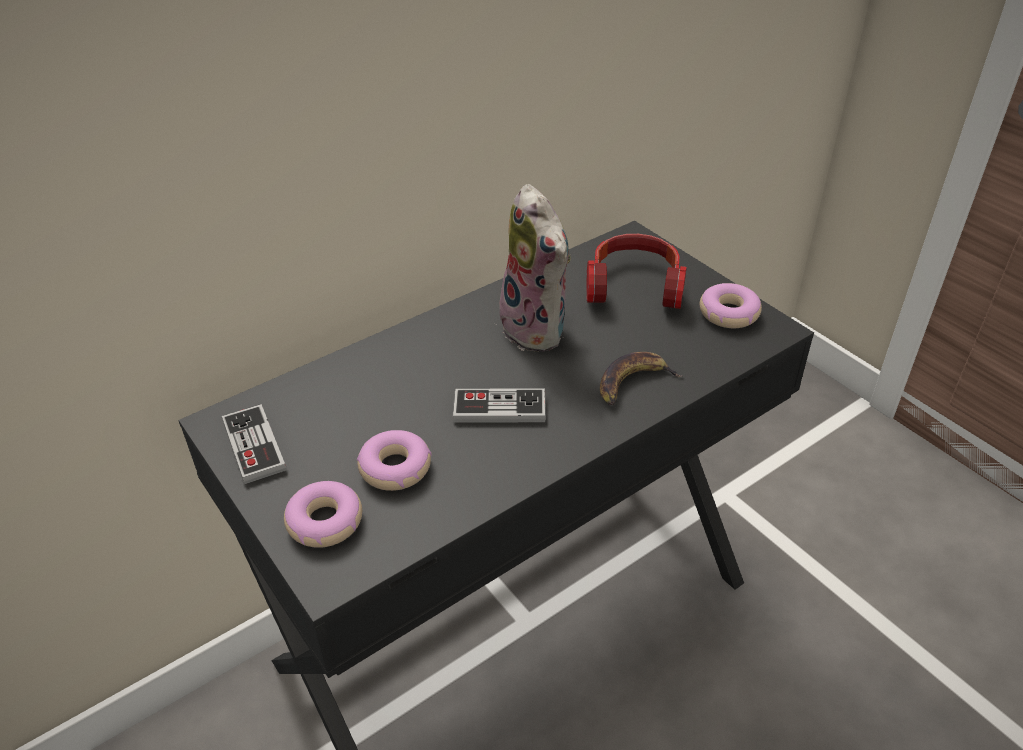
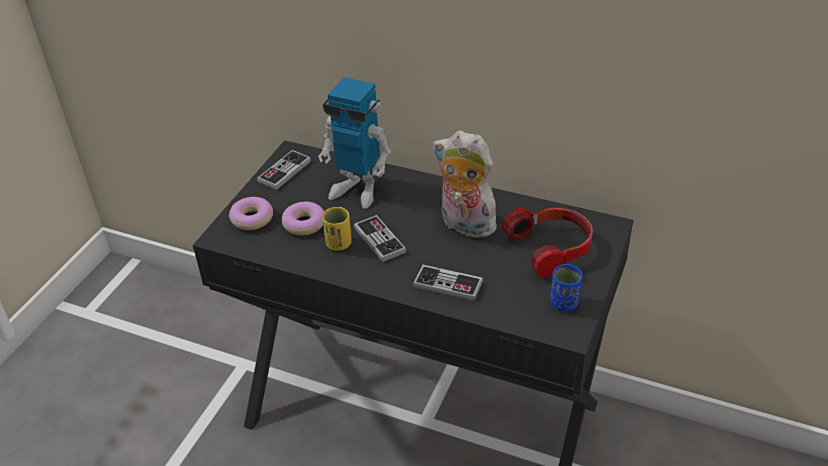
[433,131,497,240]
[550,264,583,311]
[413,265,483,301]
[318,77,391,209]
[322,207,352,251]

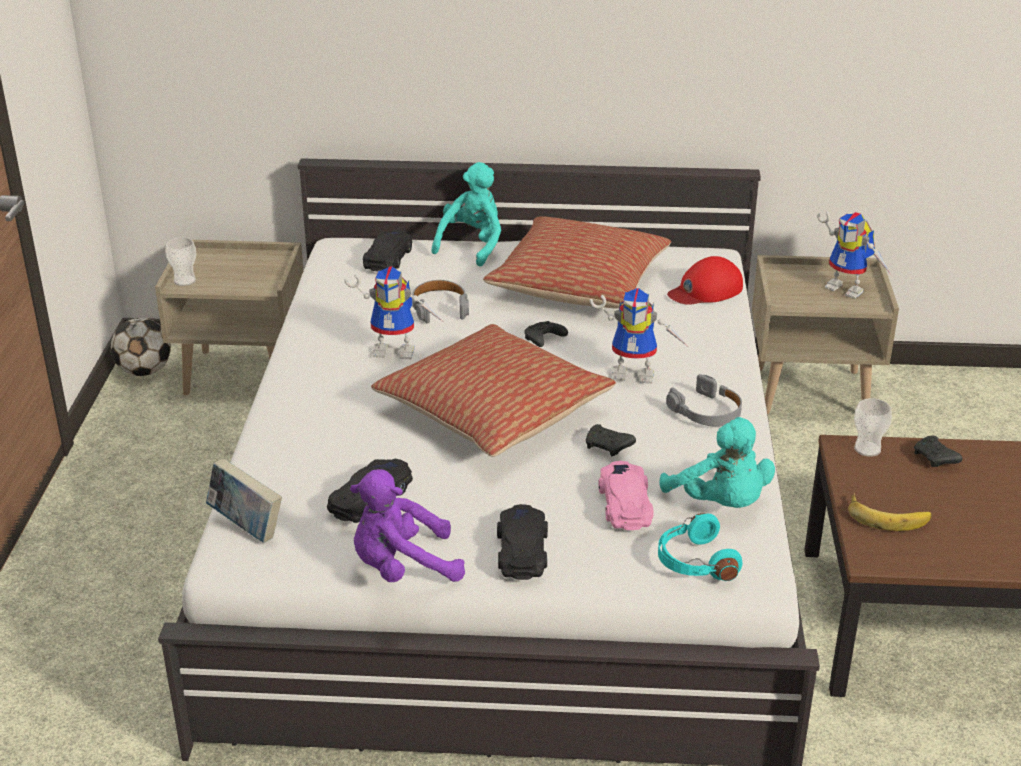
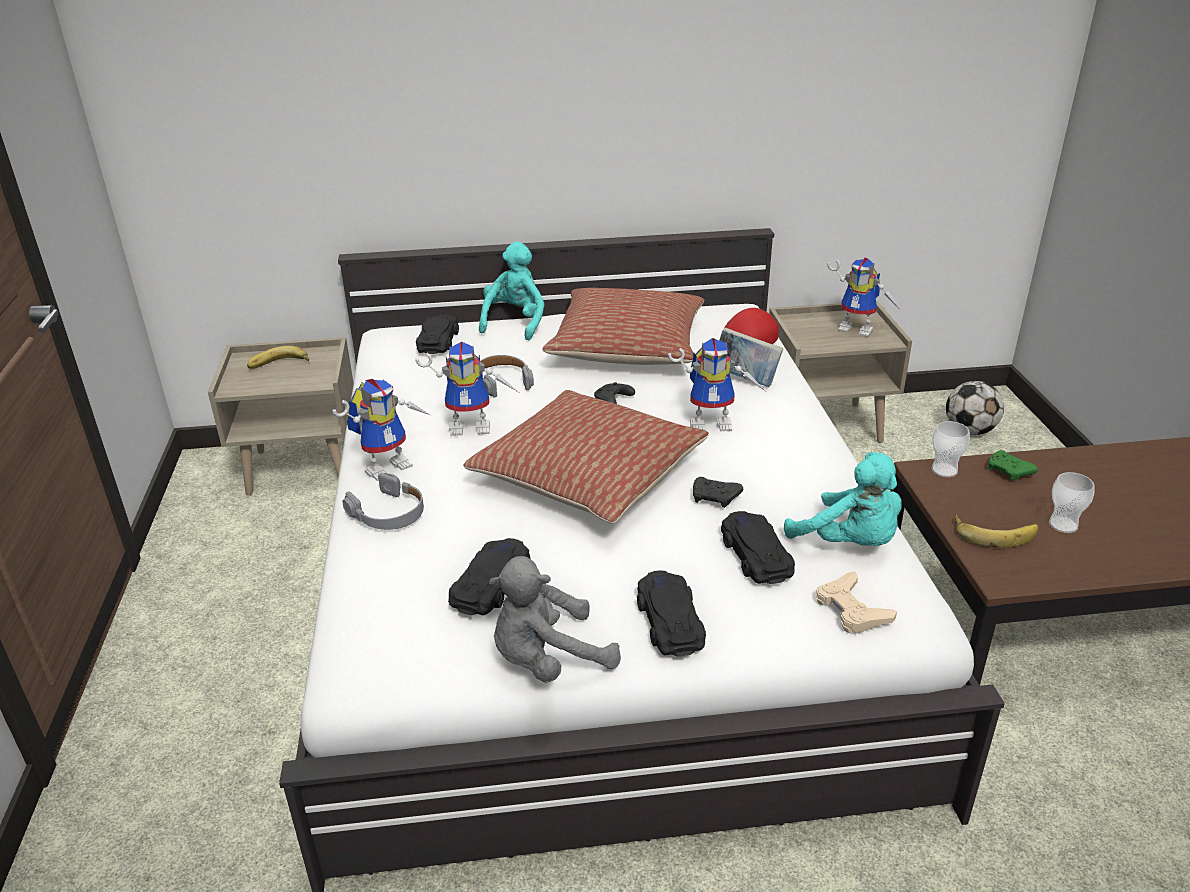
[1049,472,1094,533]
[946,381,1004,435]
[343,473,424,530]
[988,450,1038,480]
[719,328,783,387]
[721,511,795,584]
[489,556,621,683]
[816,571,897,634]
[247,346,309,369]
[332,379,430,481]

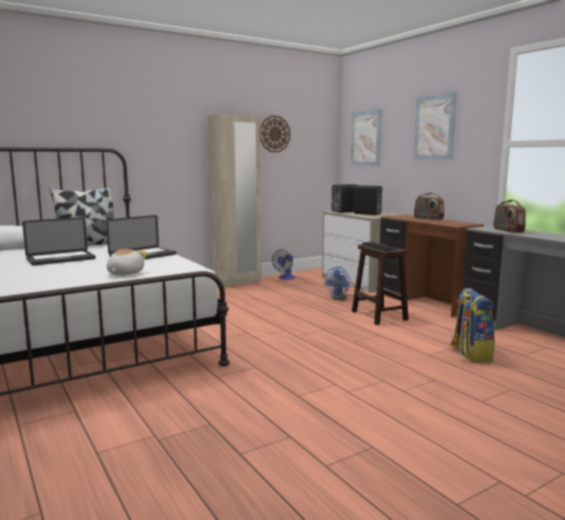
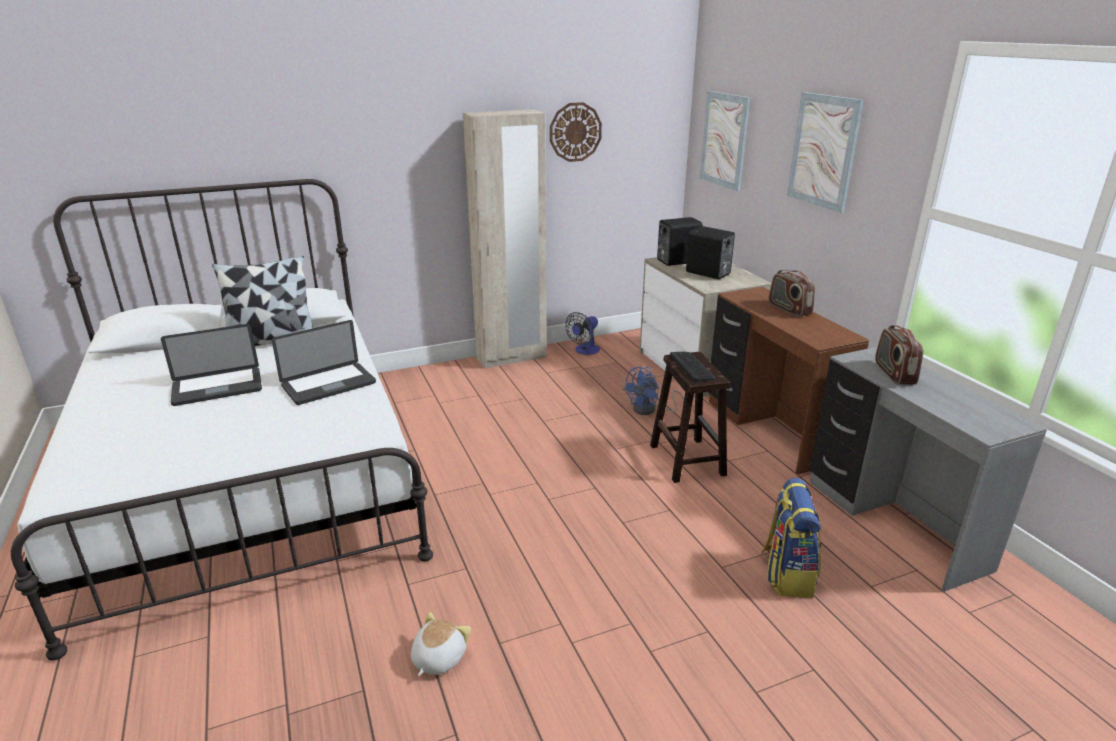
[411,612,471,676]

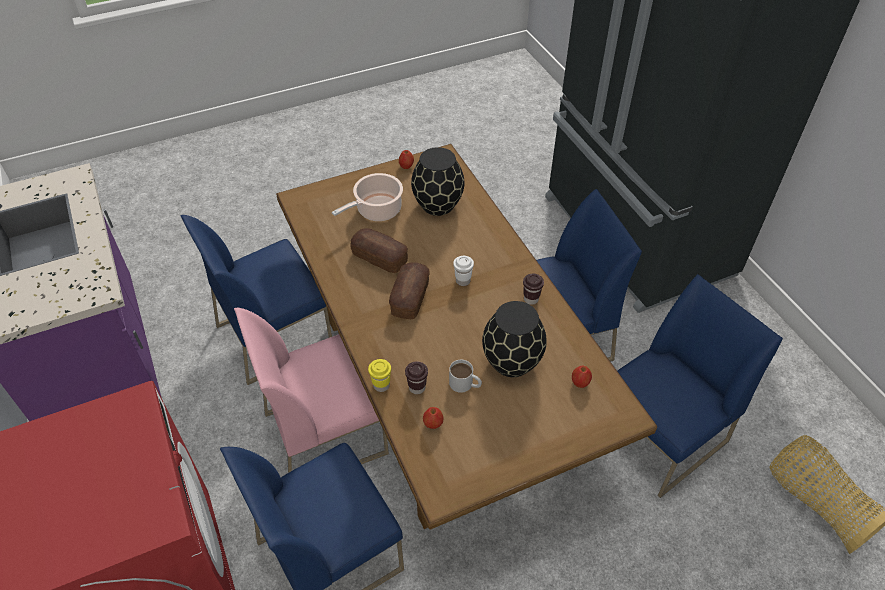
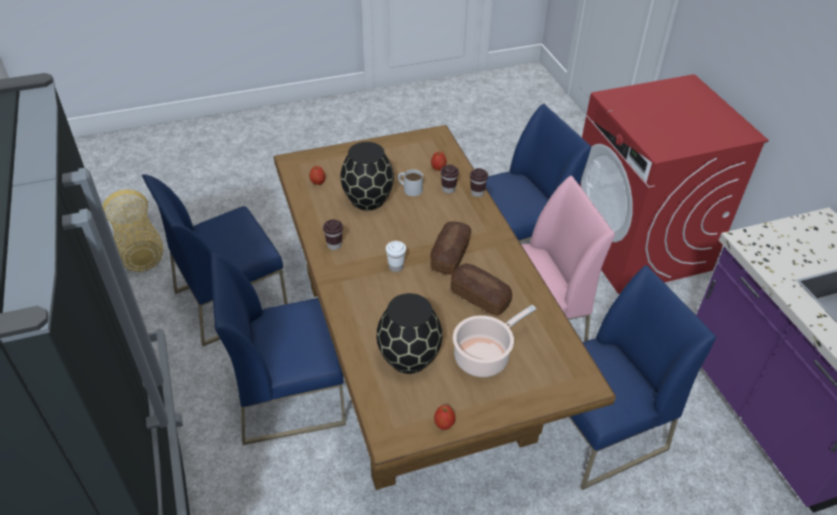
[470,168,488,197]

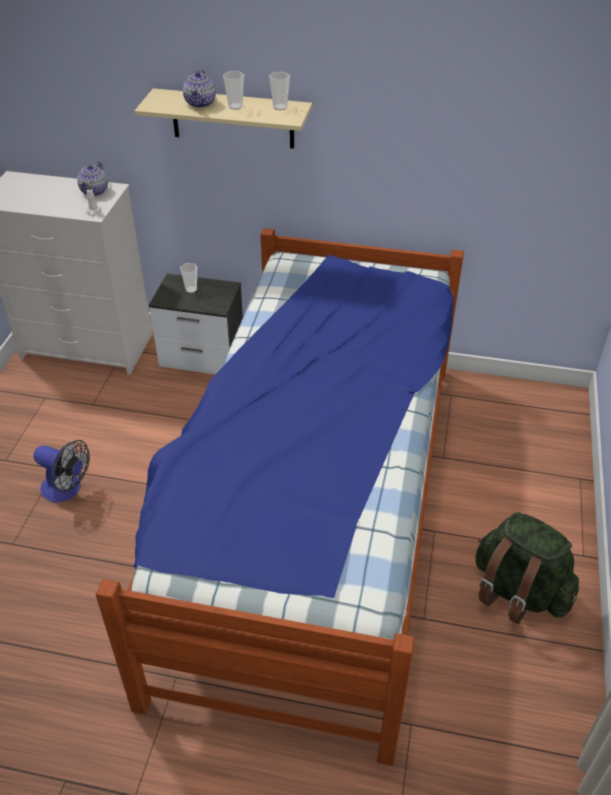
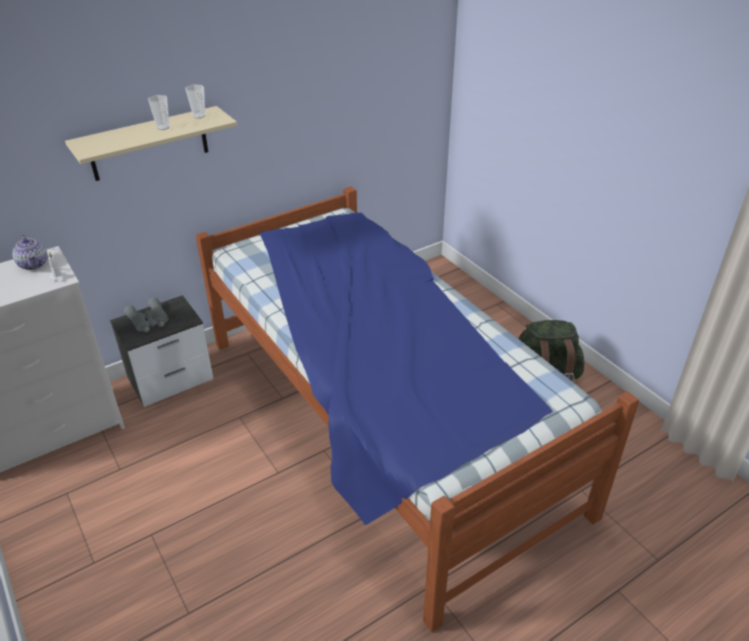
[183,70,216,108] (first image)
[124,297,169,332]
[33,440,90,502] (first image)

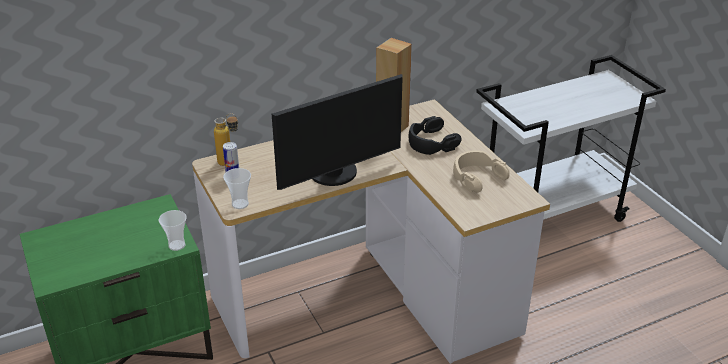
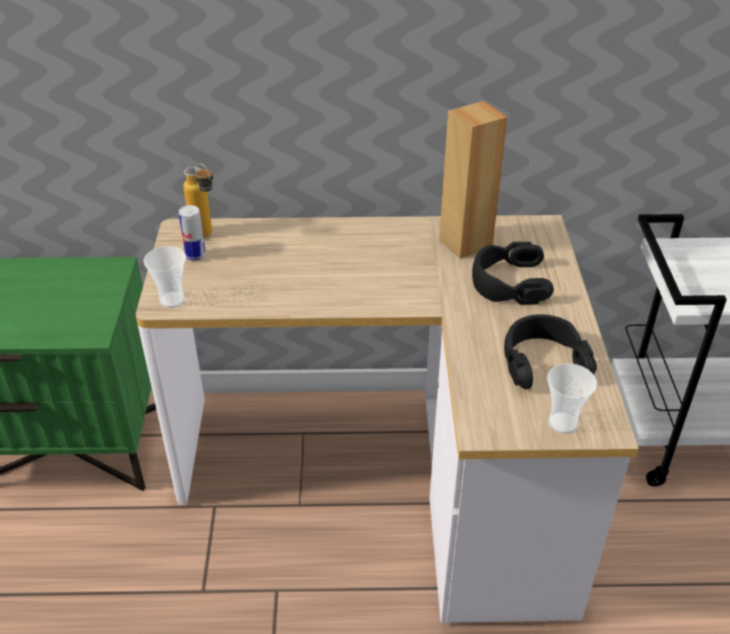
[272,74,403,190] (first image)
[504,314,597,389]
[547,363,597,434]

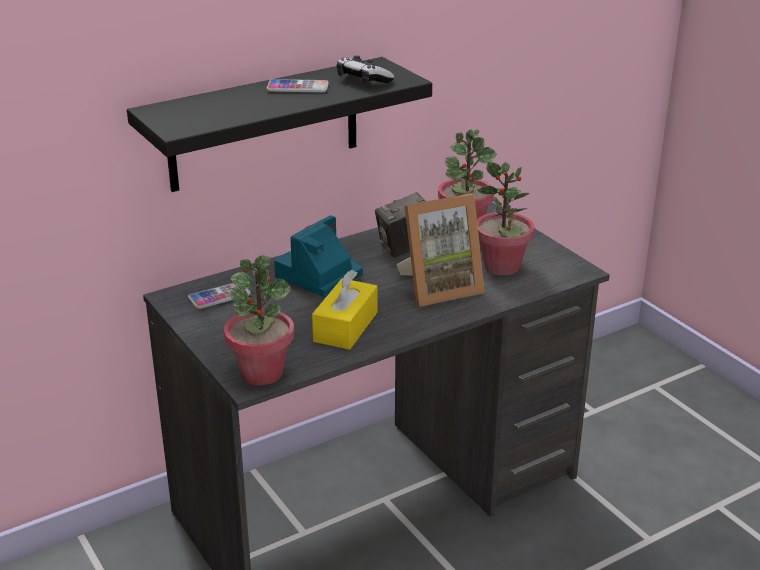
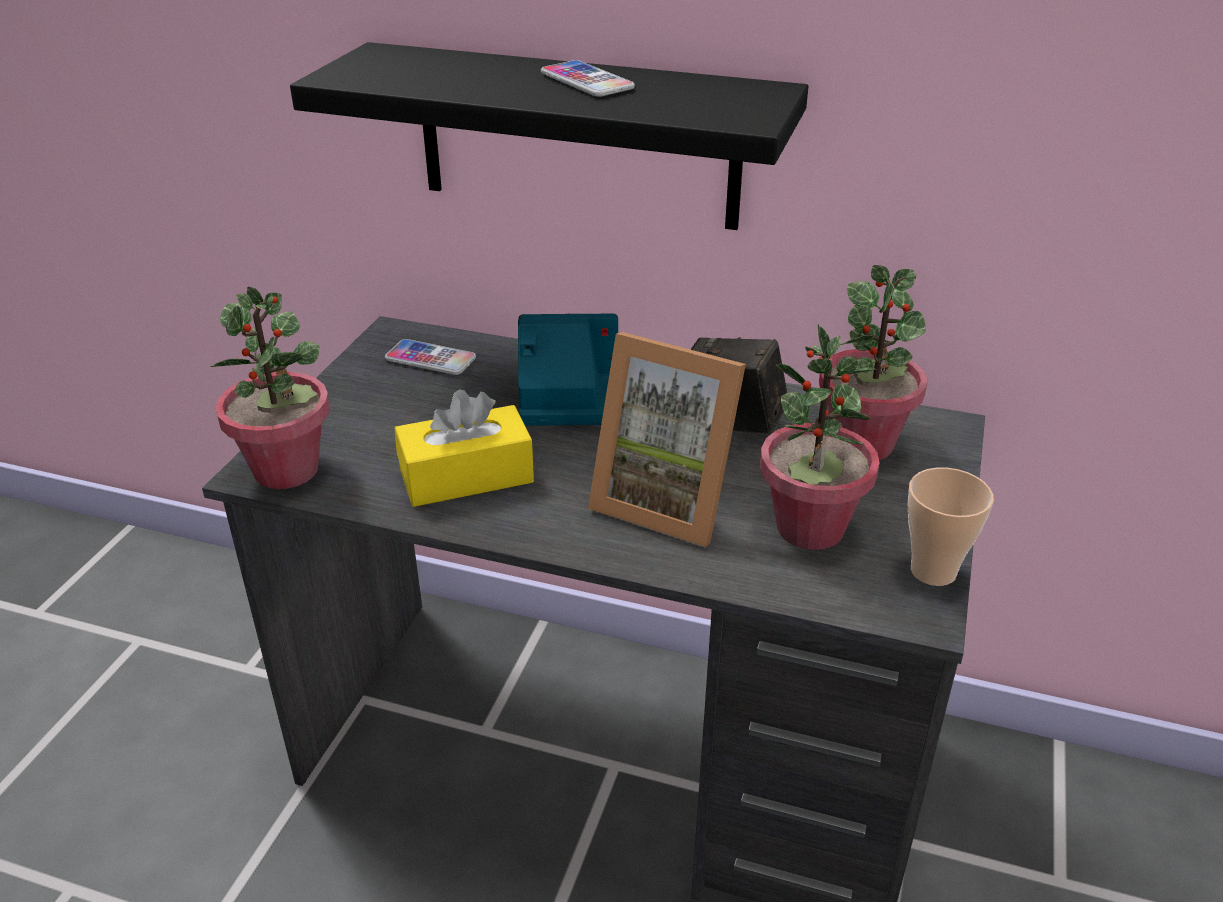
[337,55,395,84] (first image)
[908,467,994,586]

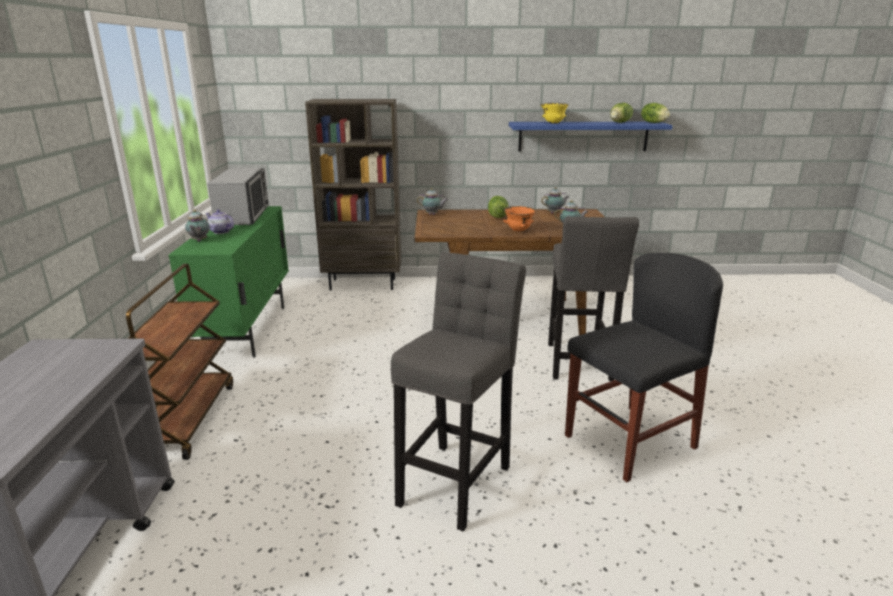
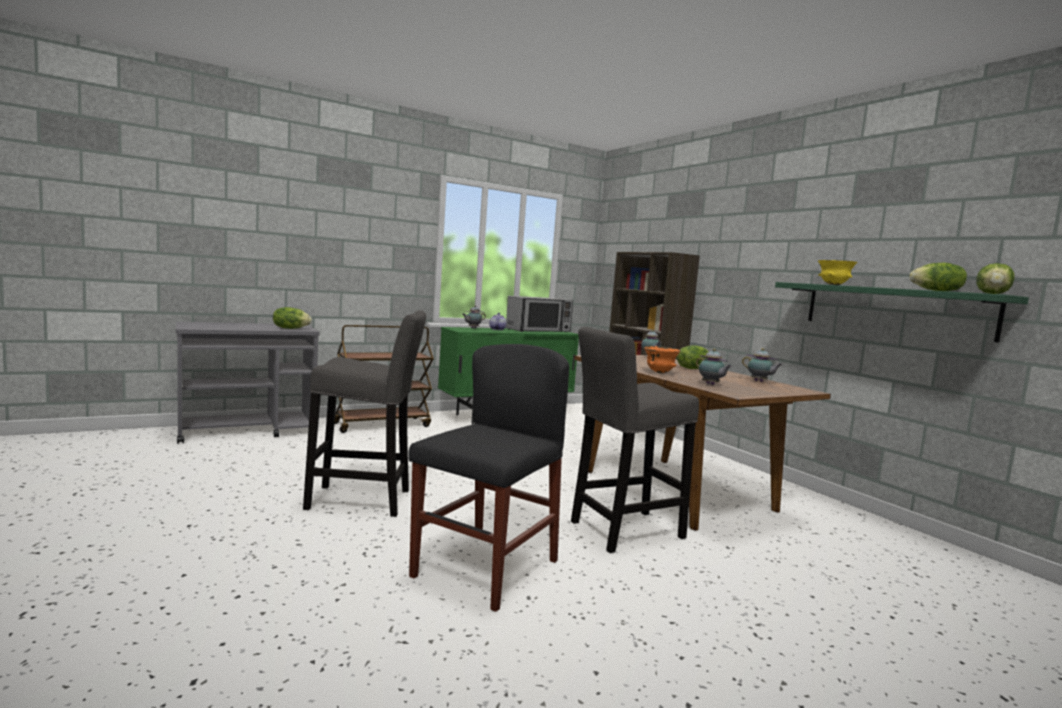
[775,282,1029,343]
[408,344,569,612]
[273,307,312,329]

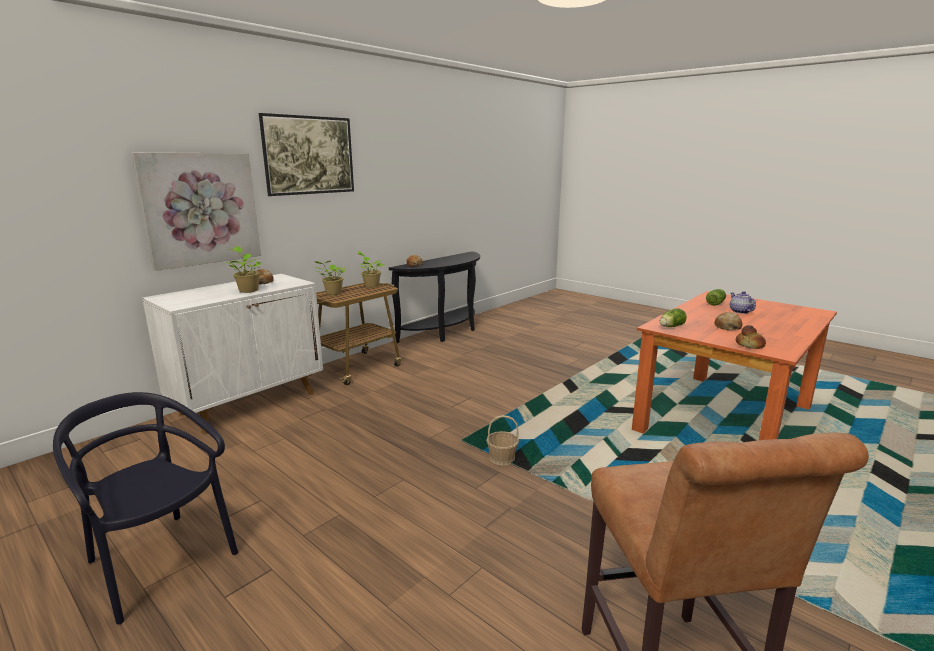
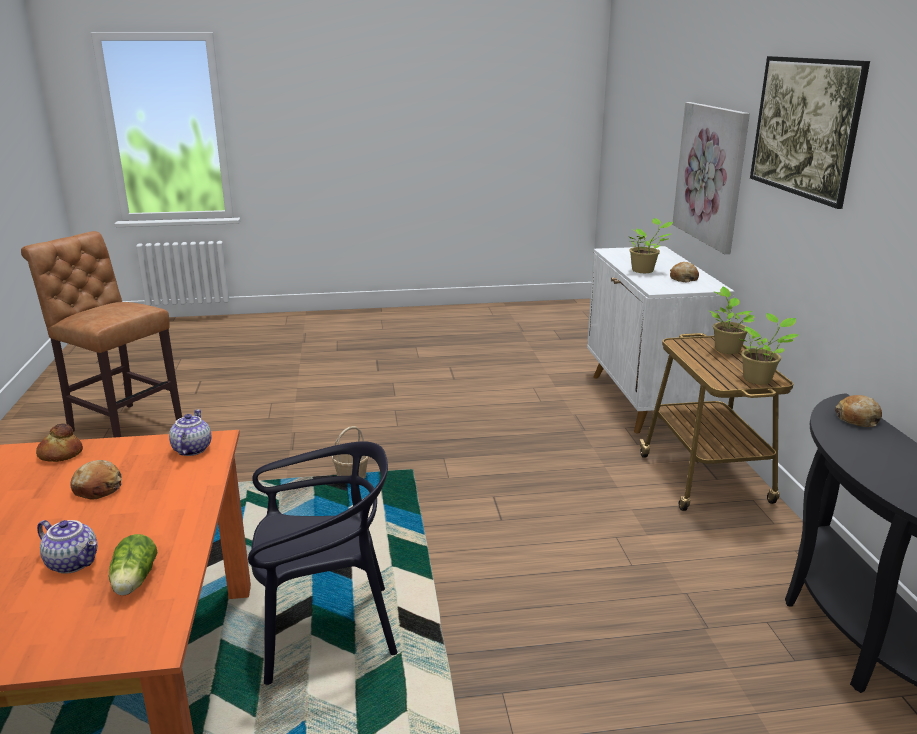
[169,409,211,456]
[248,442,397,685]

